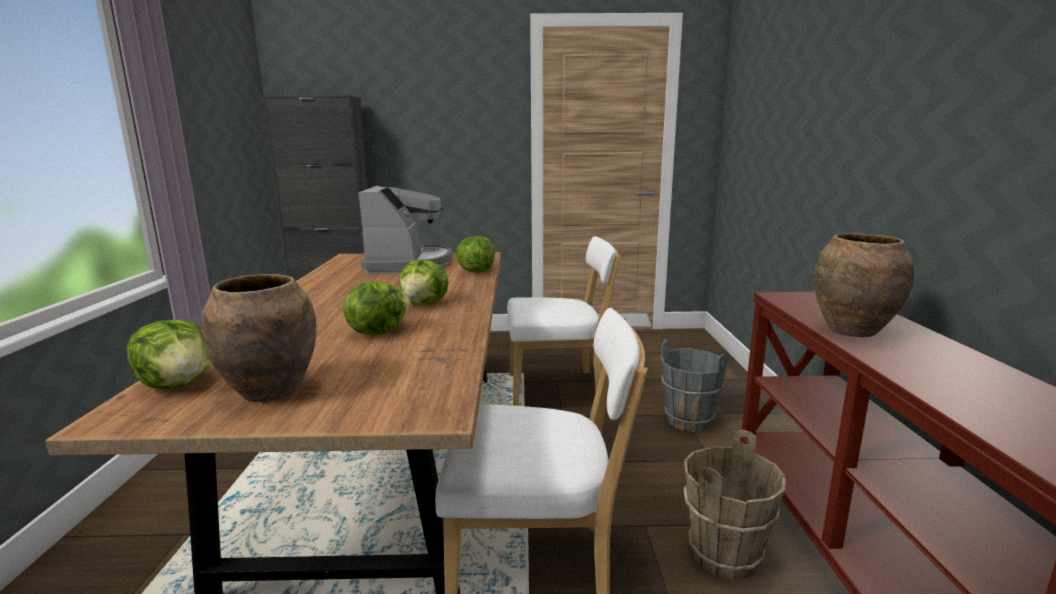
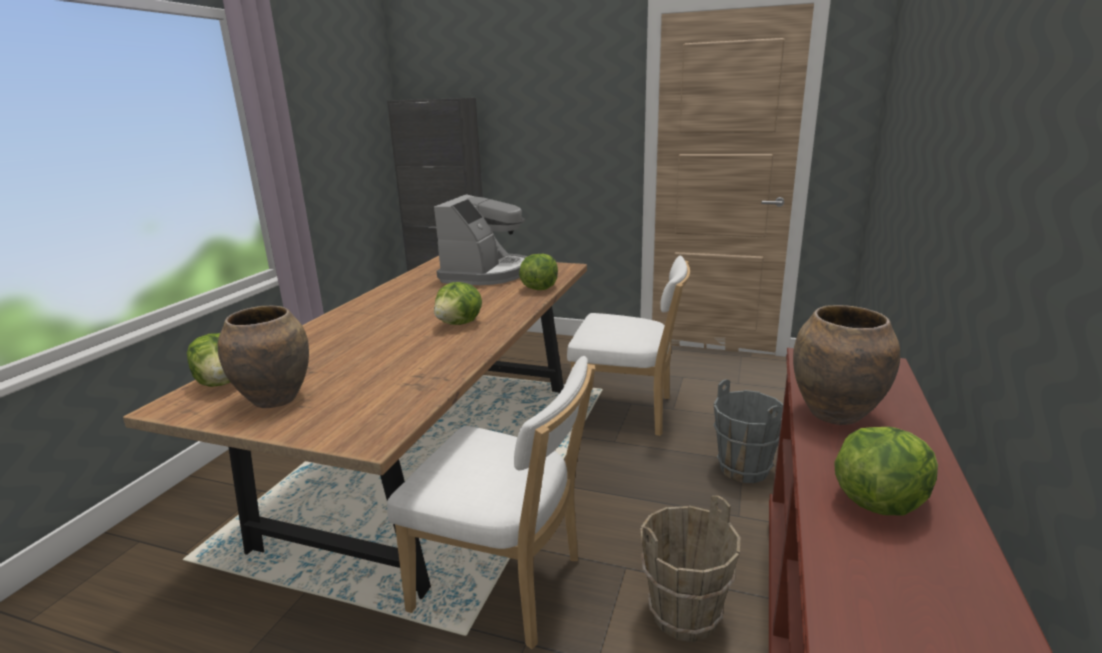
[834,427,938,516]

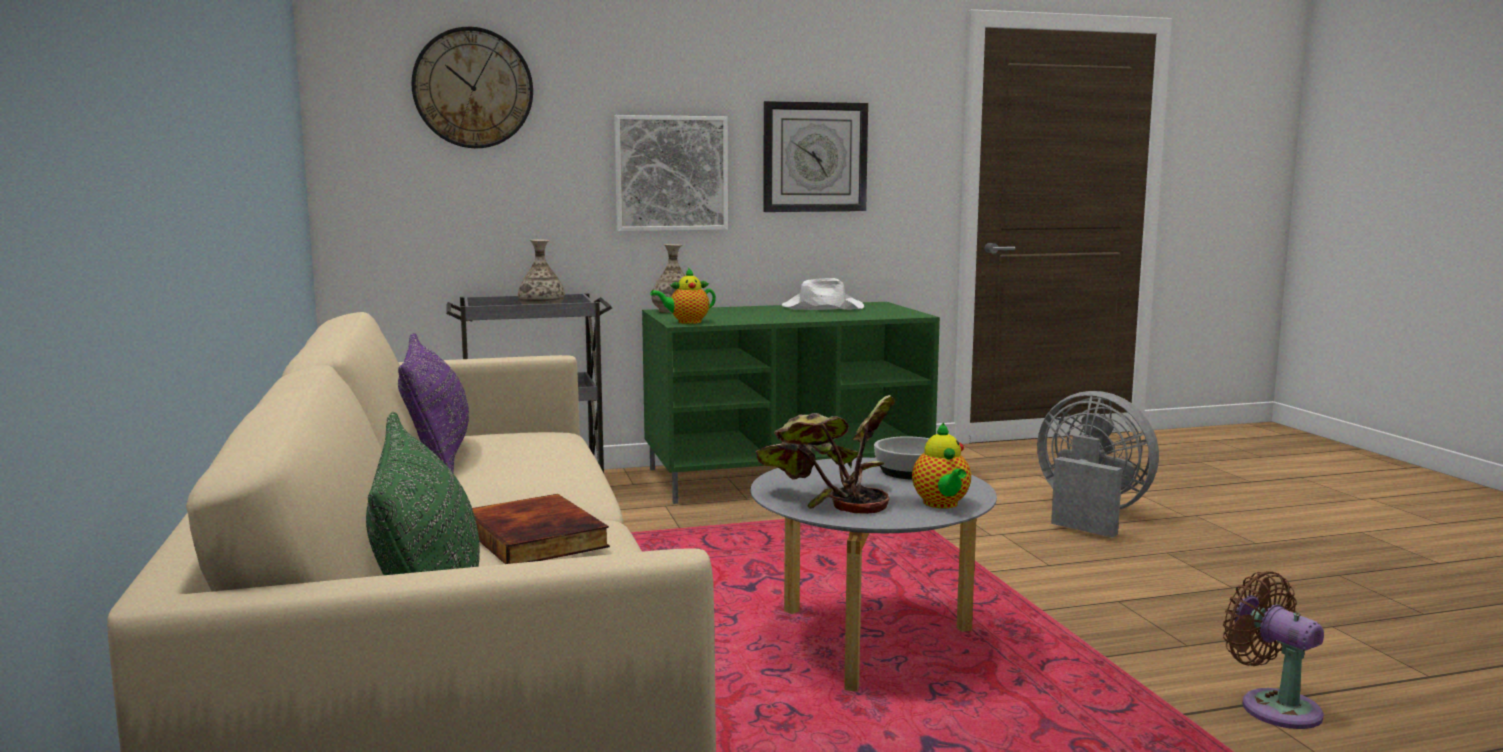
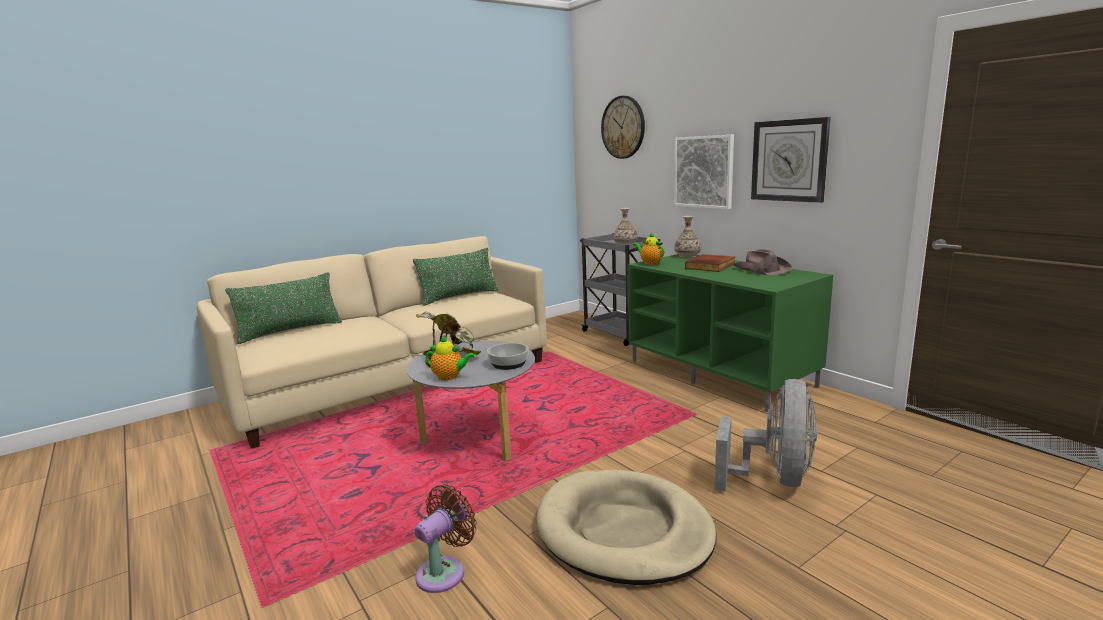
[733,249,792,276]
[413,248,499,306]
[426,336,476,380]
[685,254,735,272]
[537,470,717,585]

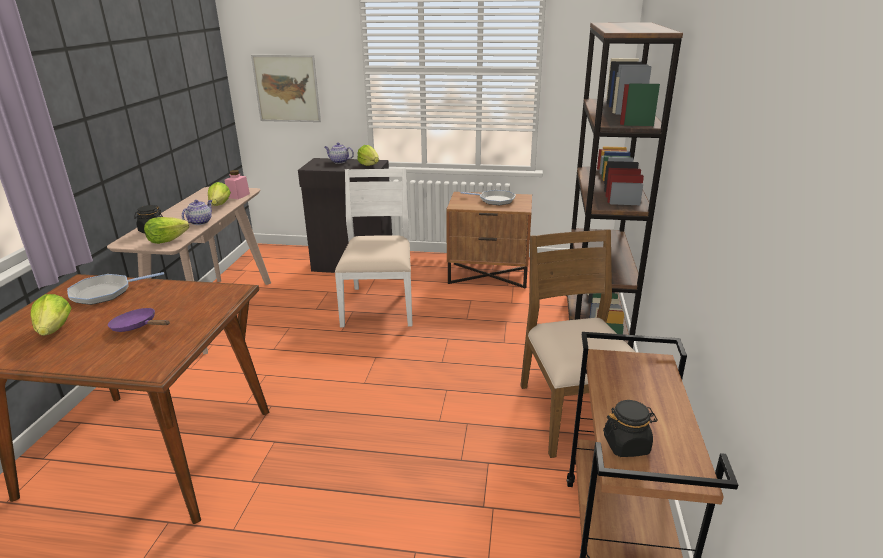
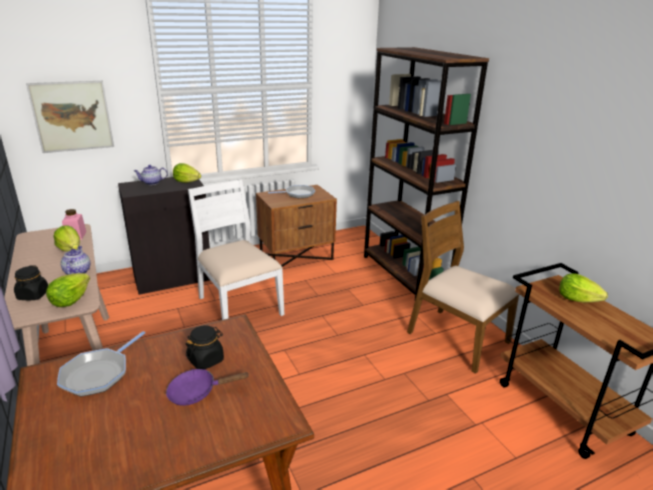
[559,273,608,303]
[186,325,224,370]

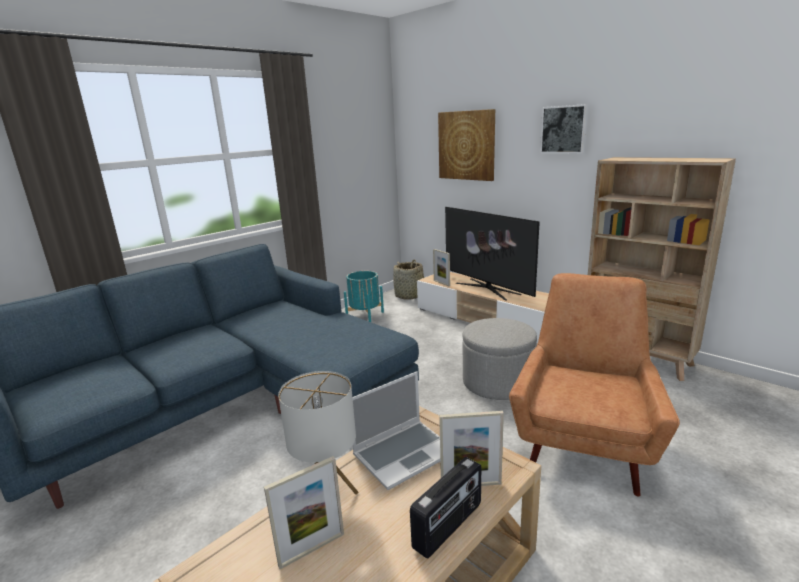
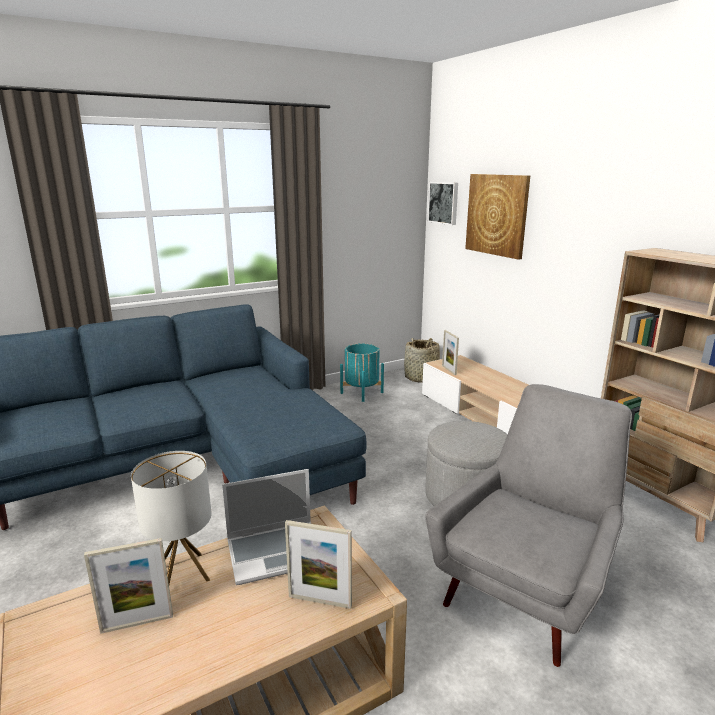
[428,182,458,225]
[445,207,540,301] (first image)
[425,384,632,667]
[410,457,481,558] (first image)

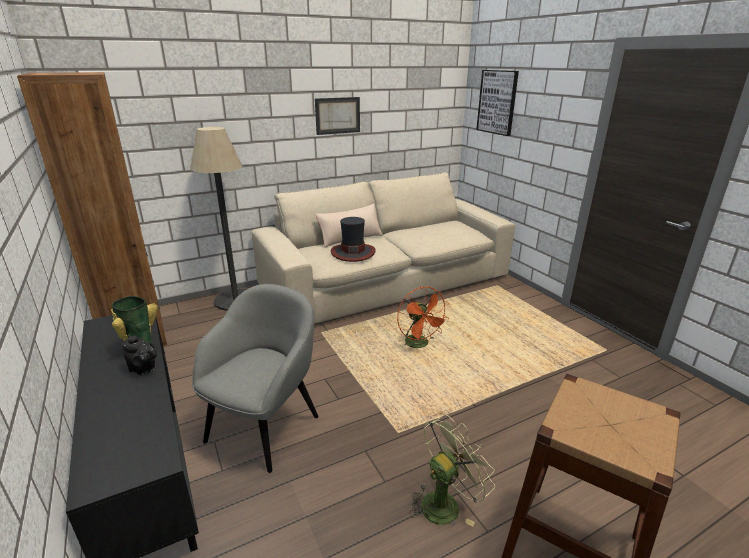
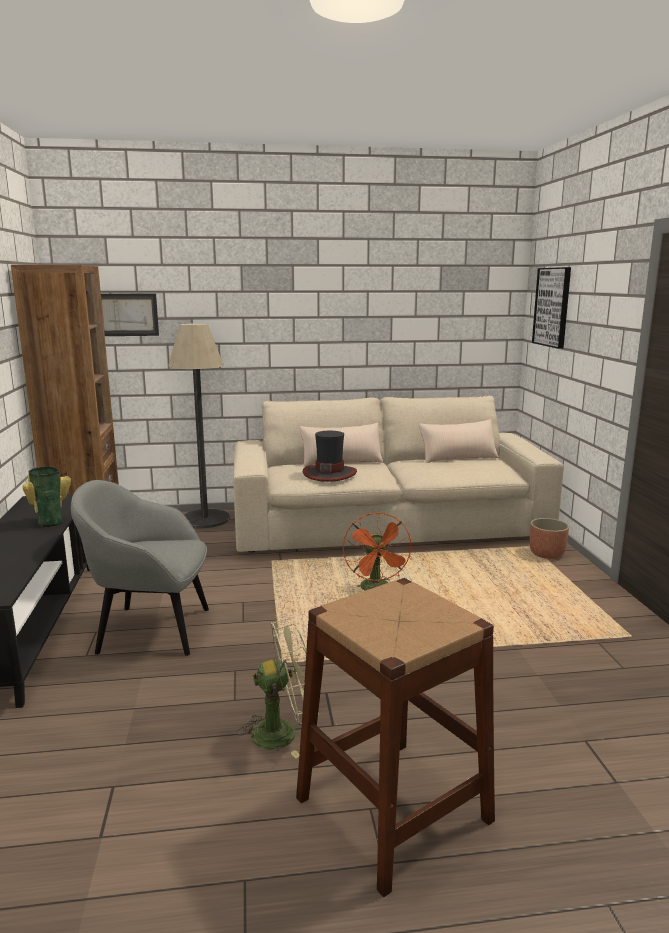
[101,294,159,336]
[71,480,209,656]
[122,335,157,375] (first image)
[419,419,499,463]
[530,518,569,559]

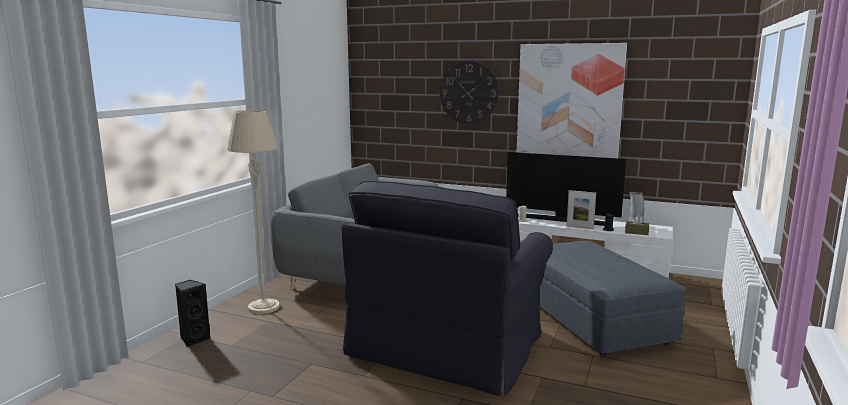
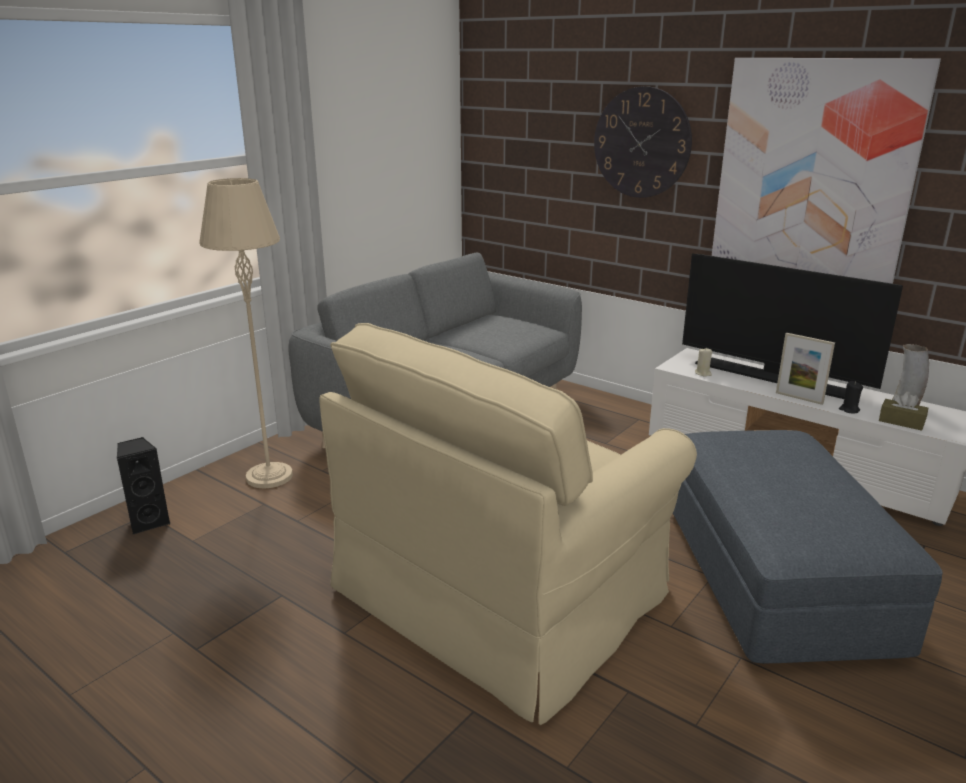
[319,323,697,725]

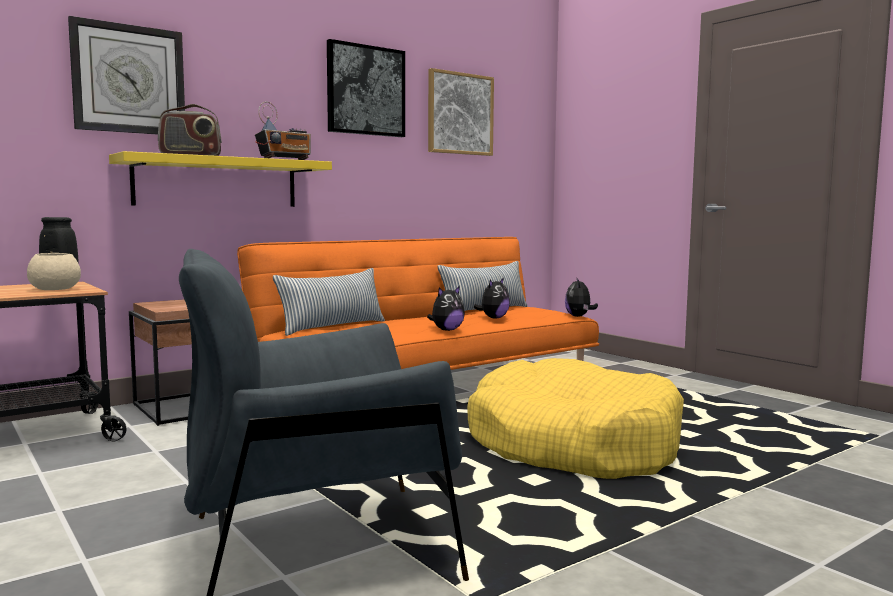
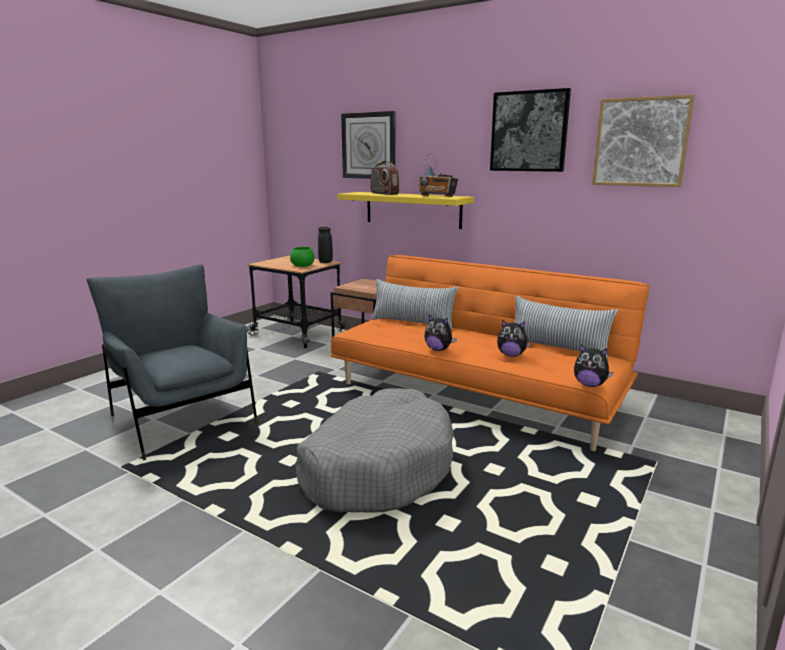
[290,247,314,267]
[574,344,614,387]
[295,388,454,512]

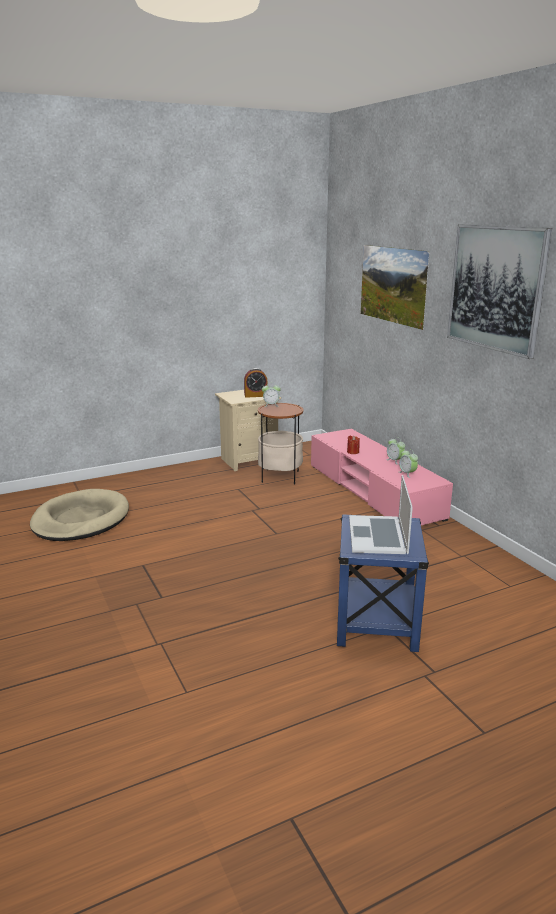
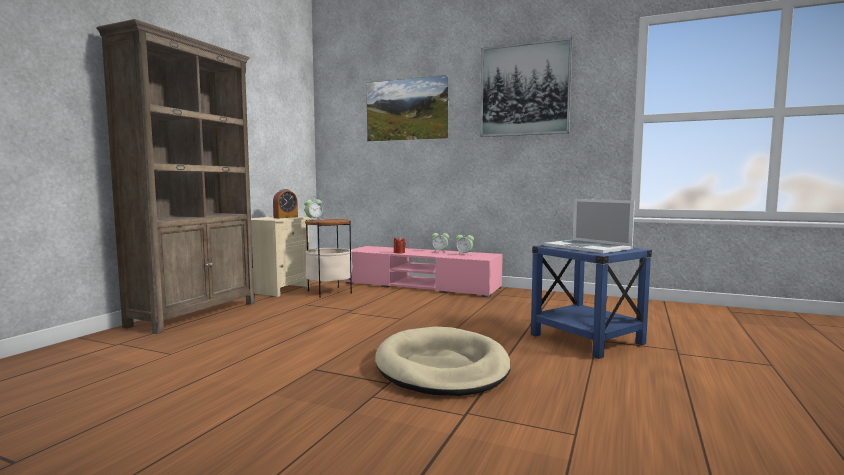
[375,326,511,396]
[97,19,255,334]

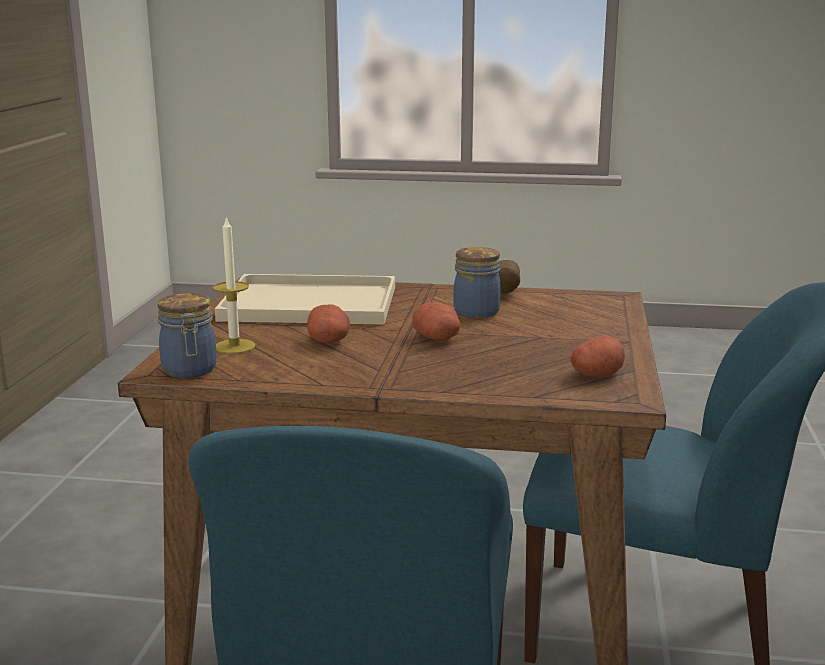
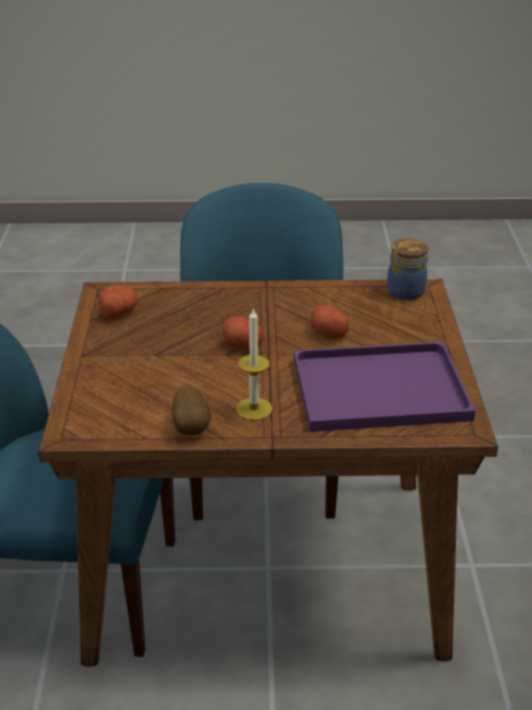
[236,307,273,420]
[453,247,501,319] (first image)
[294,342,475,432]

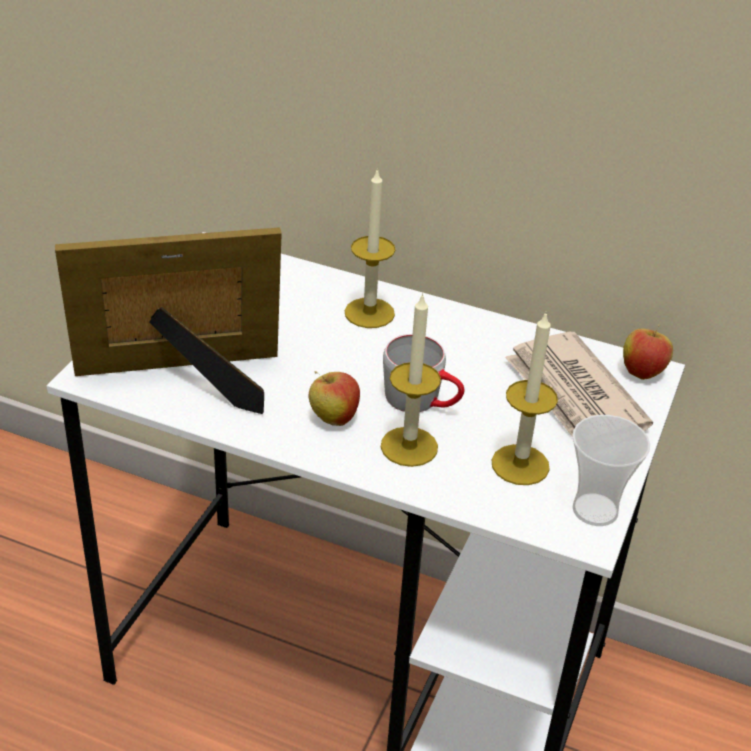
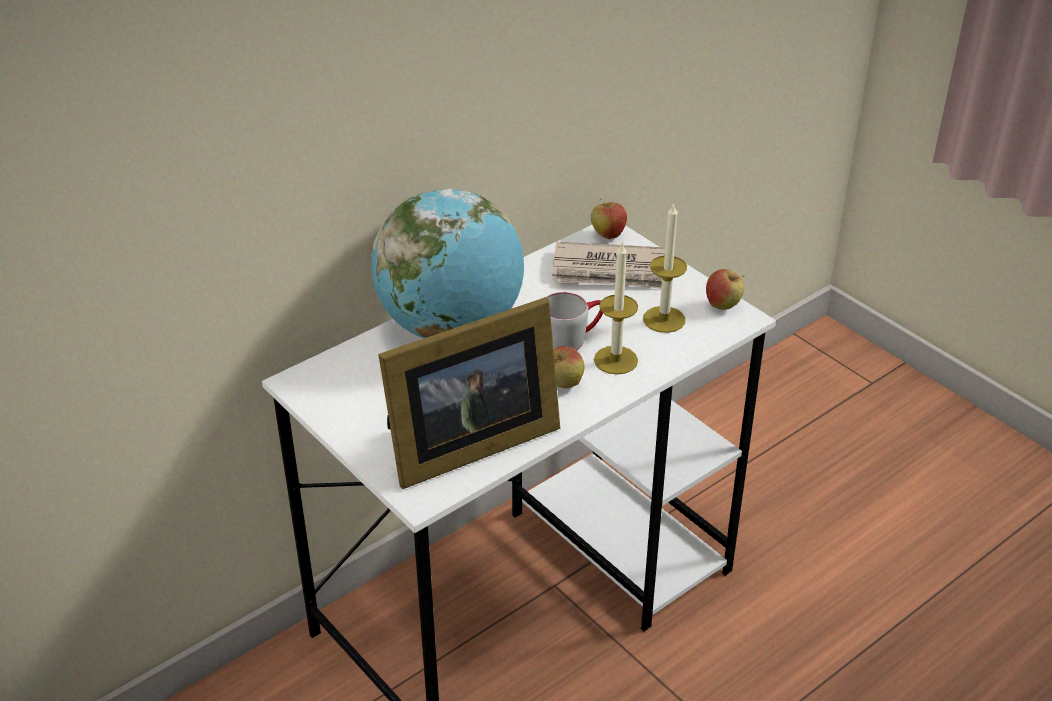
[371,189,524,338]
[378,297,560,489]
[706,269,745,310]

